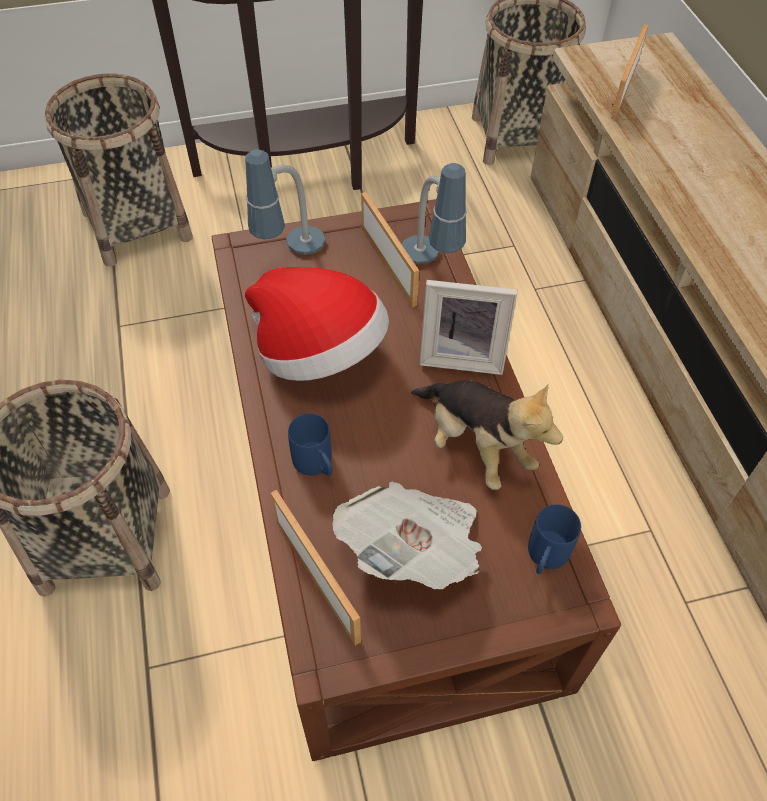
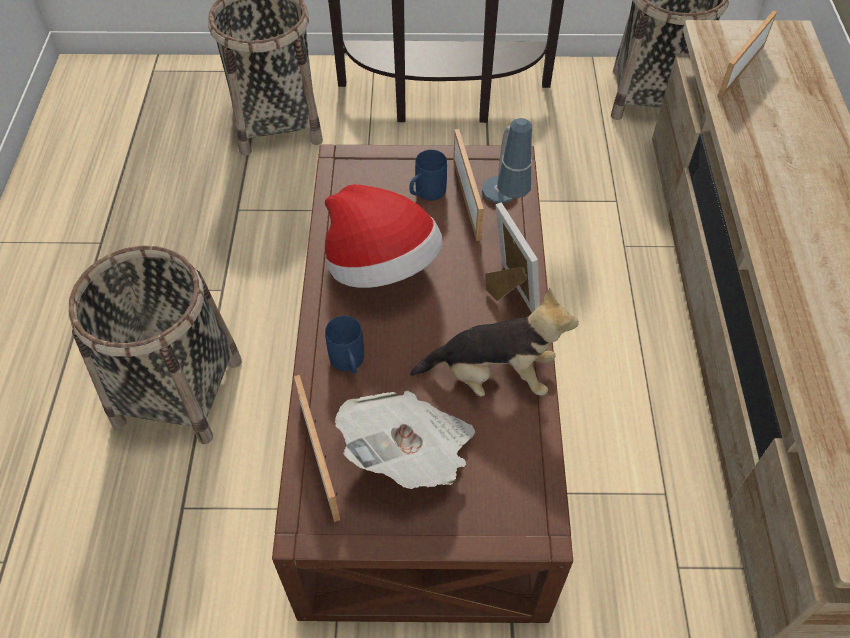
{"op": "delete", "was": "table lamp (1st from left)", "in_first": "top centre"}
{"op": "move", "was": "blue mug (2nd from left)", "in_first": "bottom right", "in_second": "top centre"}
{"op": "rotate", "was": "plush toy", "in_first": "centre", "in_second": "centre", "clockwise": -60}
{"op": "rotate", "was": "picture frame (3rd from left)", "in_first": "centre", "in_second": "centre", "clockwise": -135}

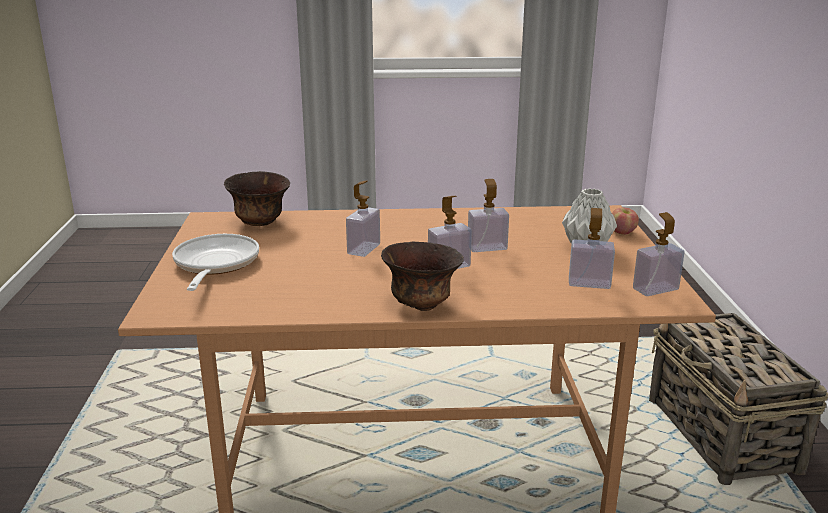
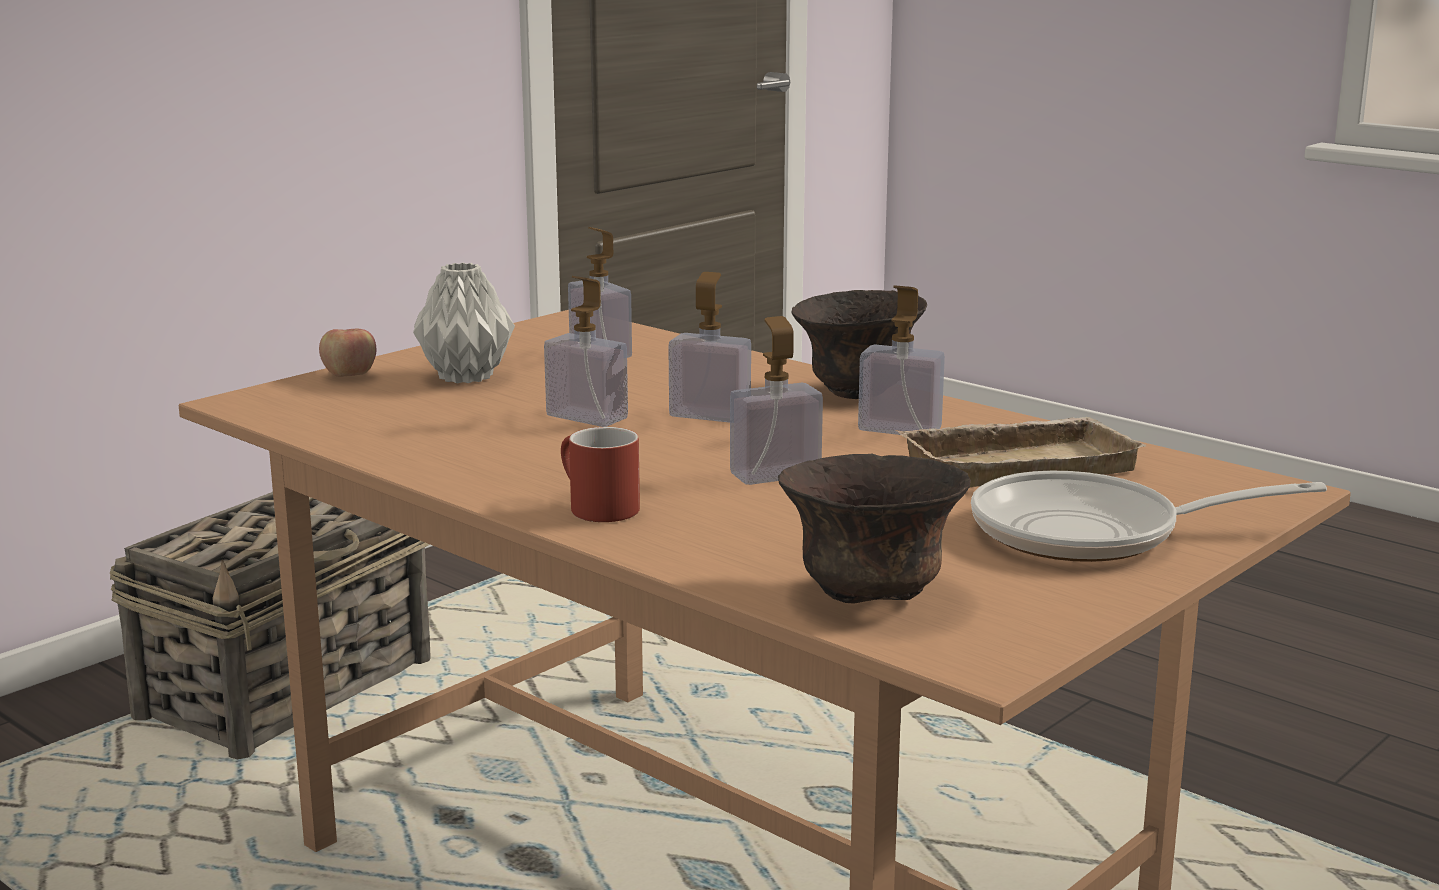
{"op": "insert", "now": "red mug", "in_second": "centre"}
{"op": "insert", "now": "beige tray", "in_second": "middle right"}
{"op": "move", "was": "soap dispenser (5th from left)", "in_first": "middle right", "in_second": "centre"}
{"op": "rotate", "was": "frying pan", "in_first": "middle left", "in_second": "middle right", "clockwise": 45}

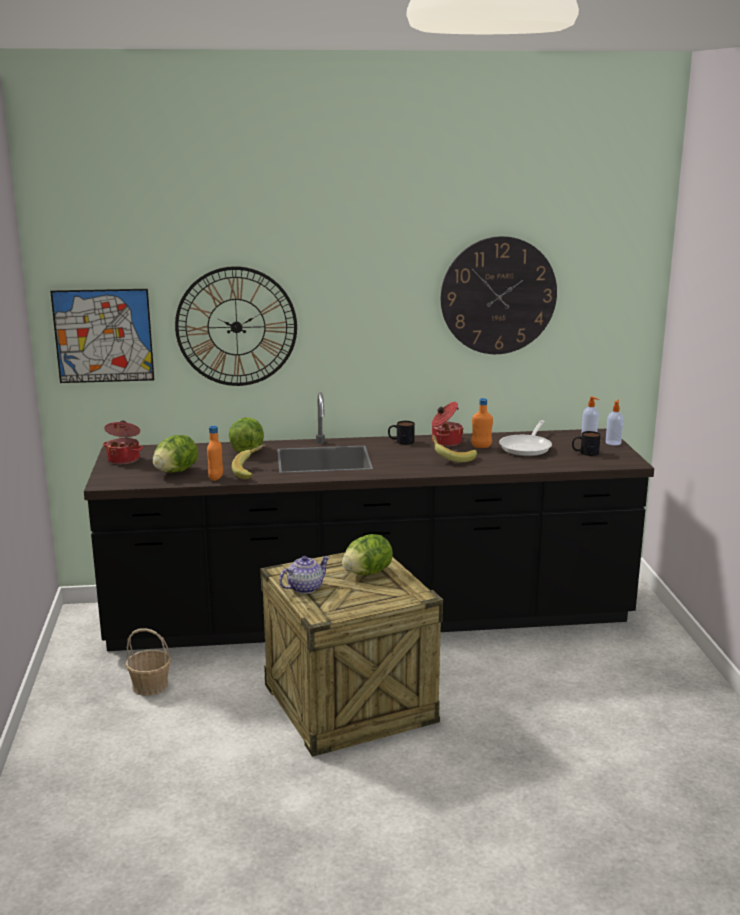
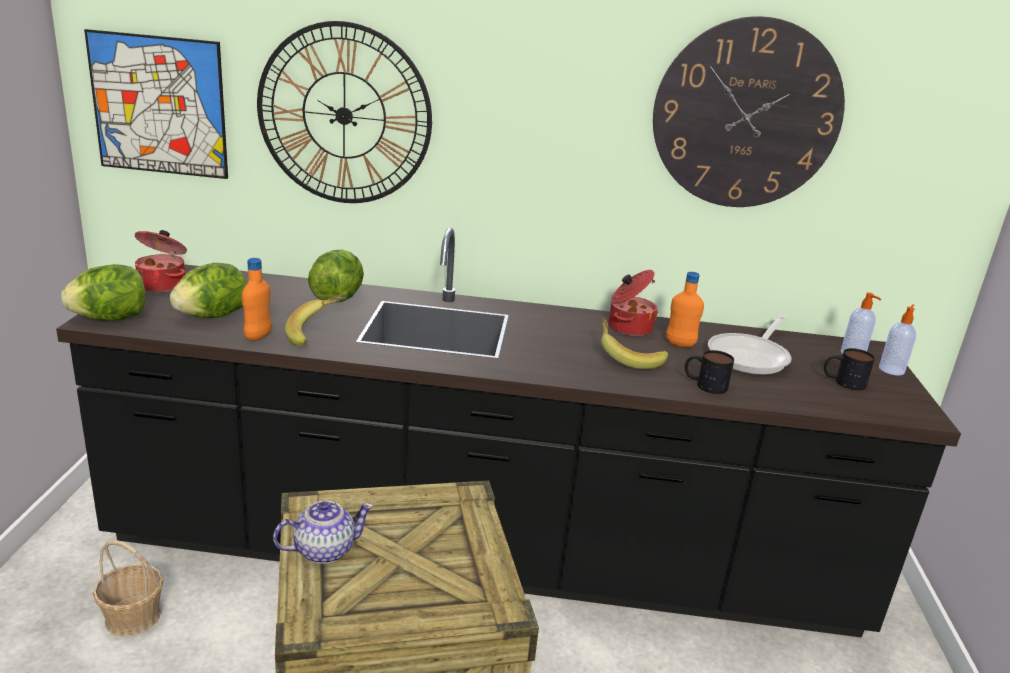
{"op": "move", "was": "lettuce (3rd from left in the first image)", "now": "lettuce (1st from left)", "in_first": "centre", "in_second": "middle left"}
{"op": "move", "was": "mug (1st from left)", "in_first": "centre", "in_second": "middle right"}

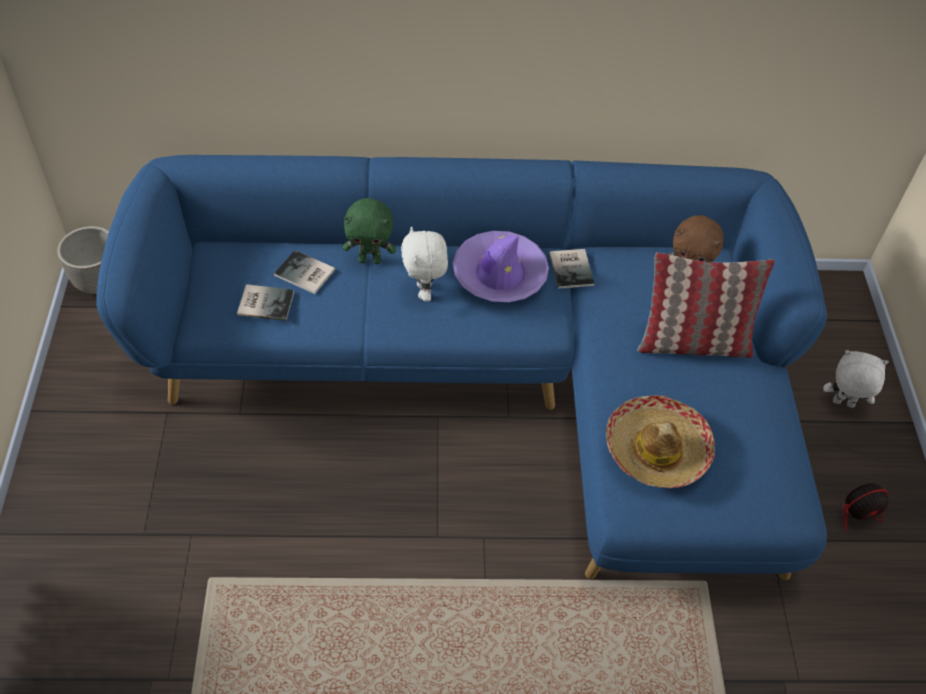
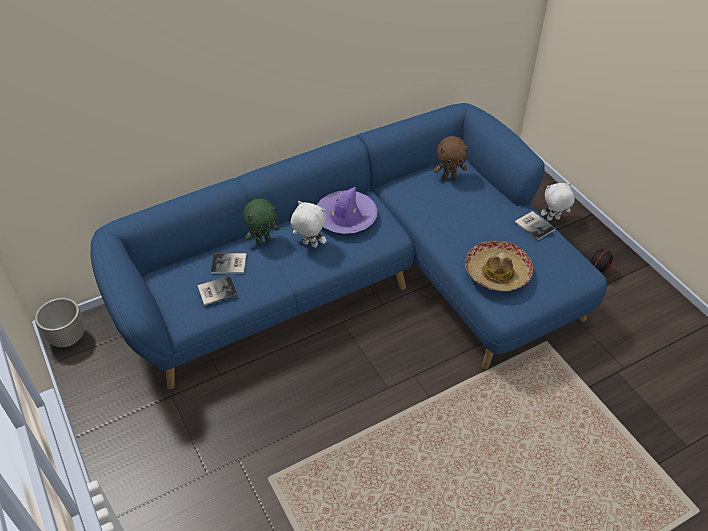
{"op": "delete", "was": "pillow", "in_first": "middle right"}
{"op": "move", "was": "book (3rd from left)", "in_first": "centre", "in_second": "middle right"}
{"op": "rotate", "was": "white plush toy (1st from left)", "in_first": "centre", "in_second": "centre", "clockwise": 150}

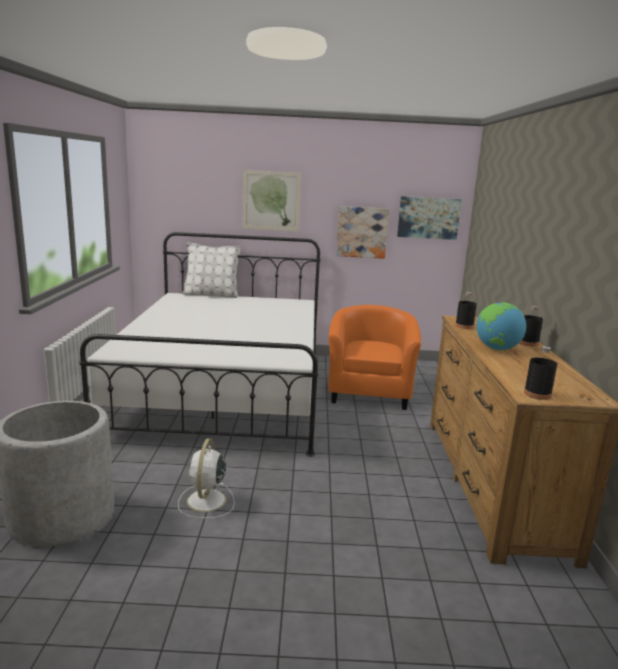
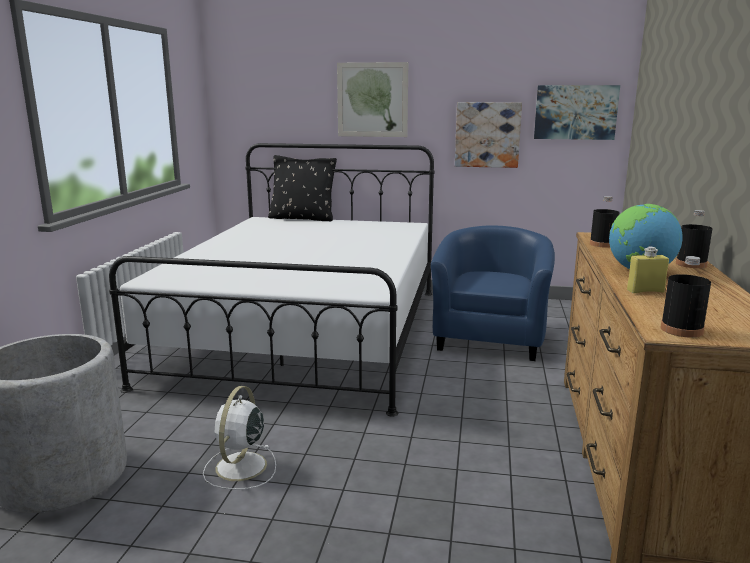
{"op": "insert", "now": "yellow bottle", "in_second": "middle right"}
{"op": "recolor", "was": "white pillow", "now": "black pillow", "in_first": "centre", "in_second": "centre"}
{"op": "recolor", "was": "orange armchair", "now": "blue armchair", "in_first": "centre", "in_second": "centre"}

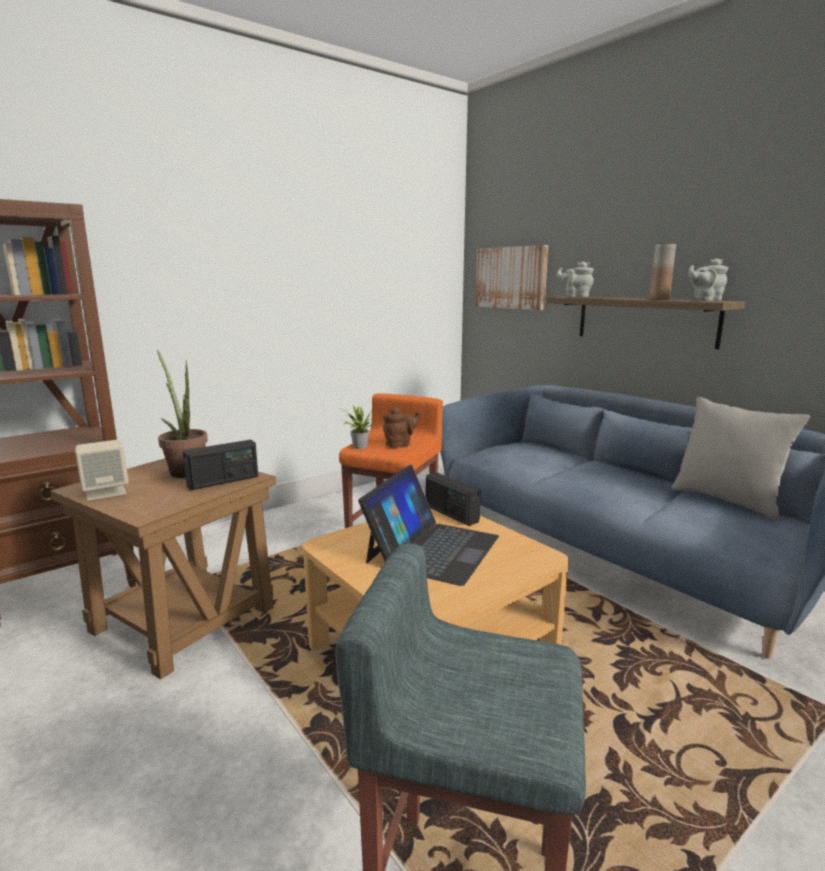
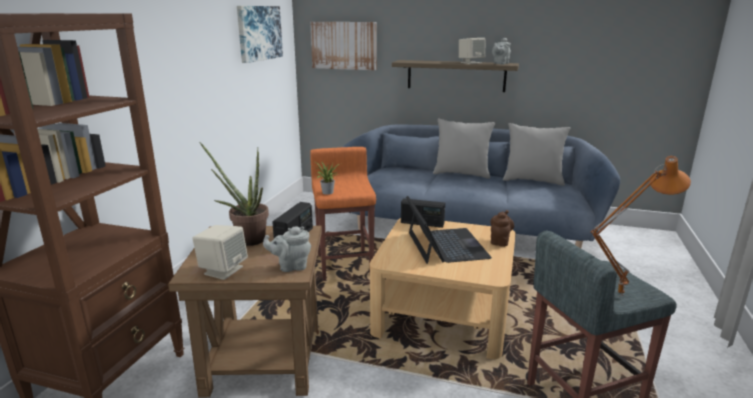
{"op": "insert", "now": "picture (1st from left)", "in_second": "top centre"}
{"op": "insert", "now": "grey pillow (1st from left)", "in_second": "centre"}
{"op": "insert", "now": "orange table lamp", "in_second": "middle right"}
{"op": "move", "was": "brown teapot", "in_first": "centre", "in_second": "middle right"}
{"op": "move", "was": "grey teapot (1st from left)", "in_first": "top right", "in_second": "centre"}
{"op": "replace", "was": "brown vase", "now": "beige speaker (2nd from left)", "in_first": "top right", "in_second": "top centre"}

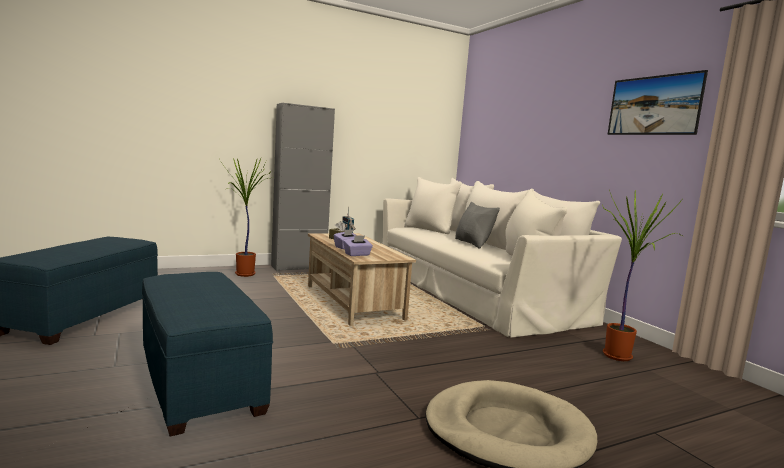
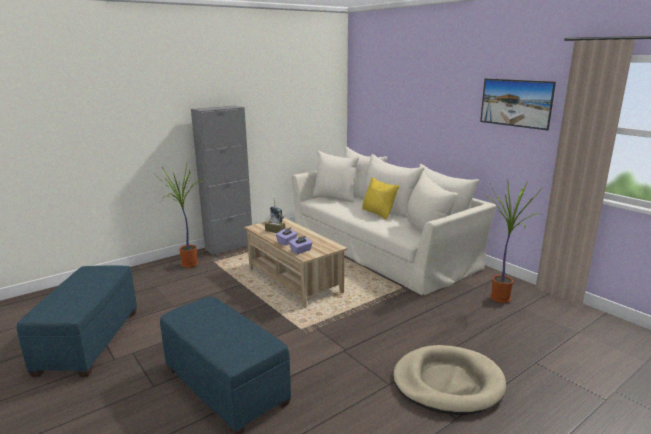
{"op": "recolor", "was": "grey pillow", "now": "yellow pillow", "in_first": "centre", "in_second": "centre"}

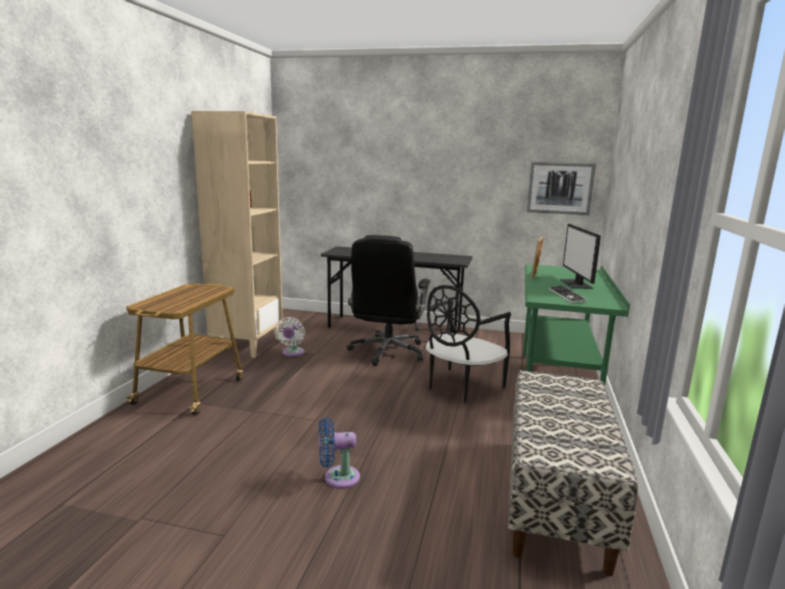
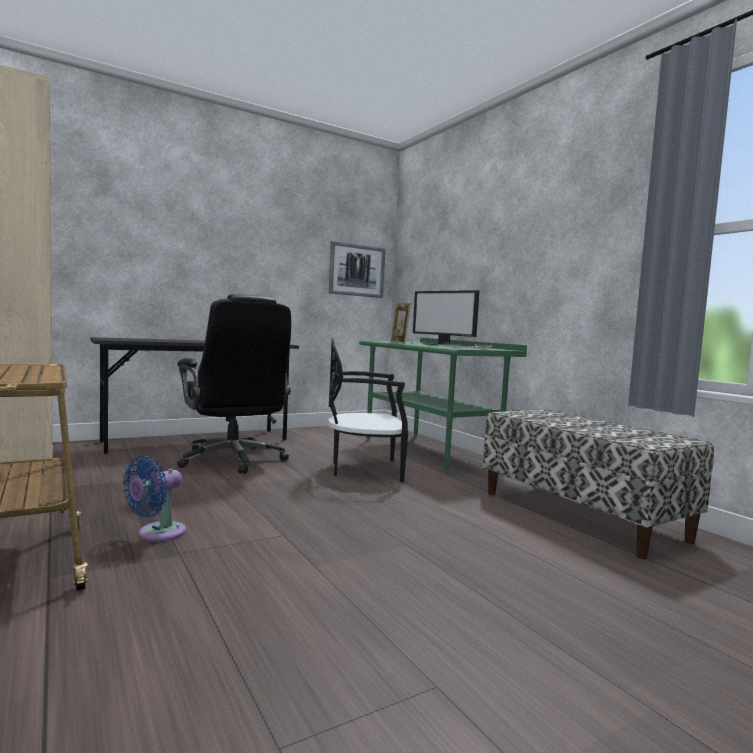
{"op": "delete", "was": "white fan", "in_first": "centre"}
{"op": "move", "was": "blue fan", "in_first": "bottom centre", "in_second": "middle left"}
{"op": "rotate", "was": "black chair", "in_first": "centre", "in_second": "centre", "clockwise": 90}

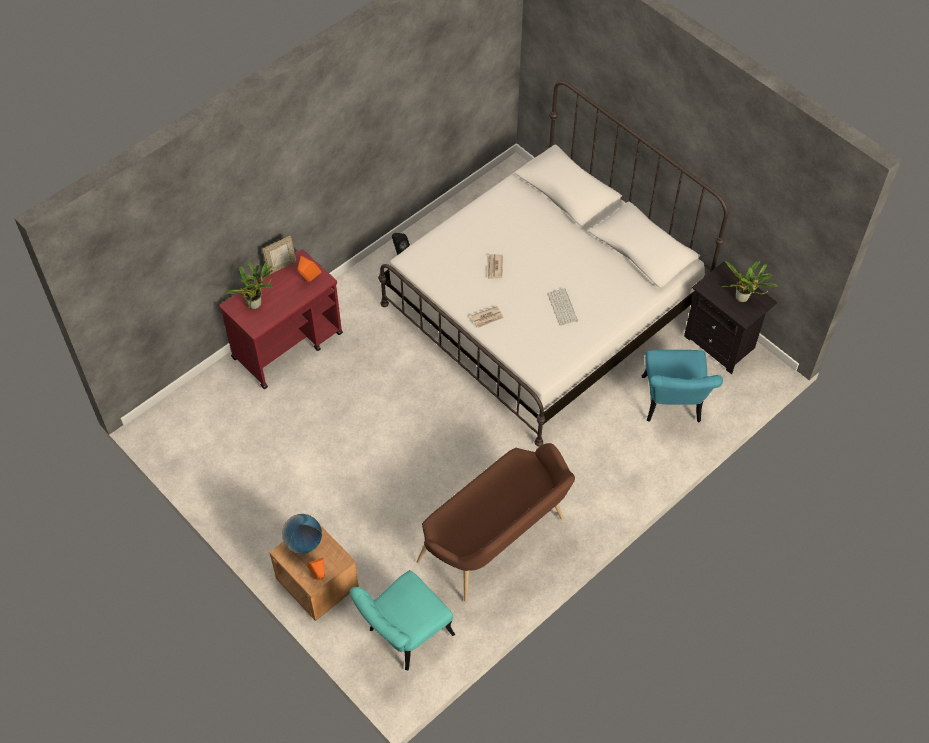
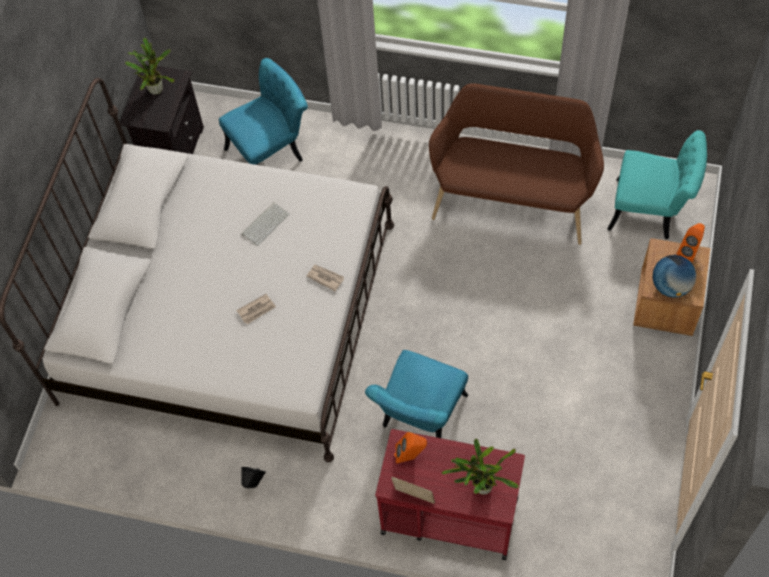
{"op": "insert", "now": "turquoise chair (2nd from left)", "in_second": "bottom centre"}

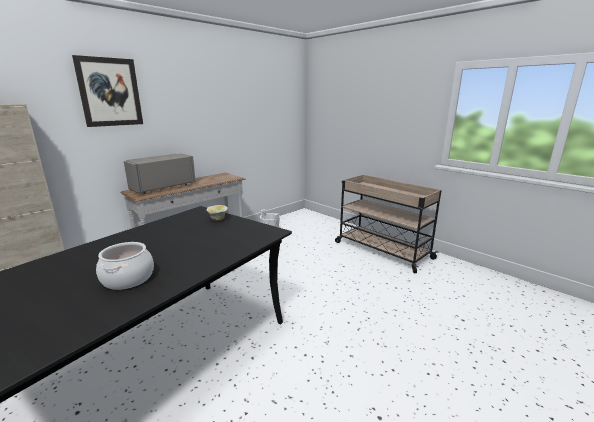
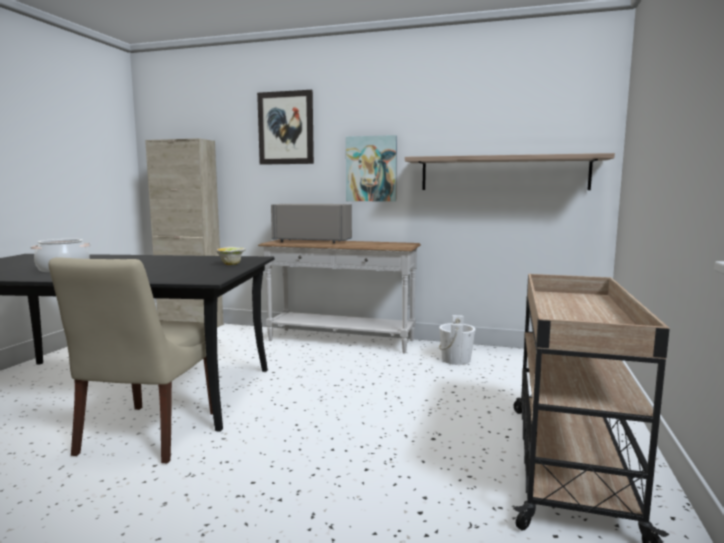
{"op": "insert", "now": "beige chair", "in_second": "middle left"}
{"op": "insert", "now": "picture (2nd from left)", "in_second": "top centre"}
{"op": "insert", "now": "shelf", "in_second": "top right"}

